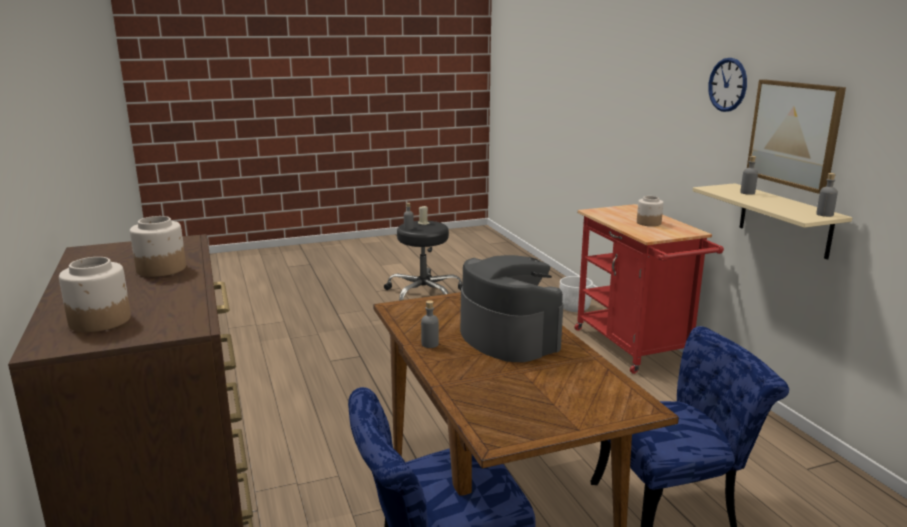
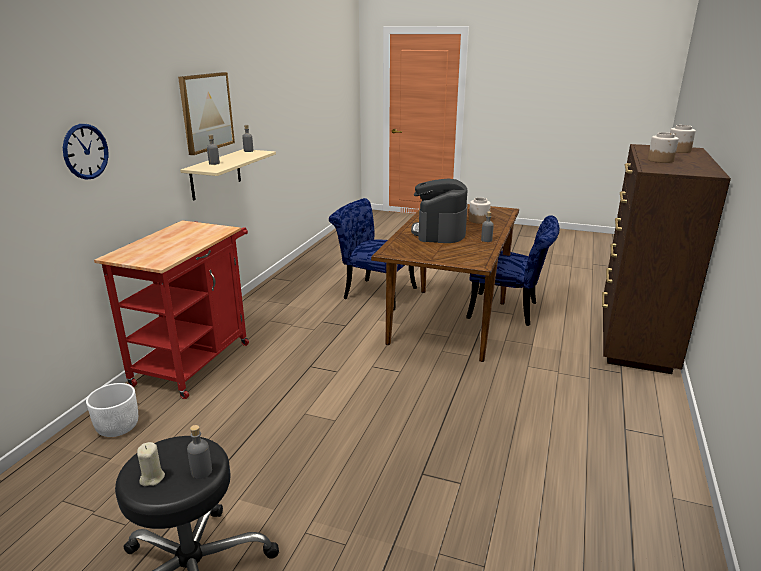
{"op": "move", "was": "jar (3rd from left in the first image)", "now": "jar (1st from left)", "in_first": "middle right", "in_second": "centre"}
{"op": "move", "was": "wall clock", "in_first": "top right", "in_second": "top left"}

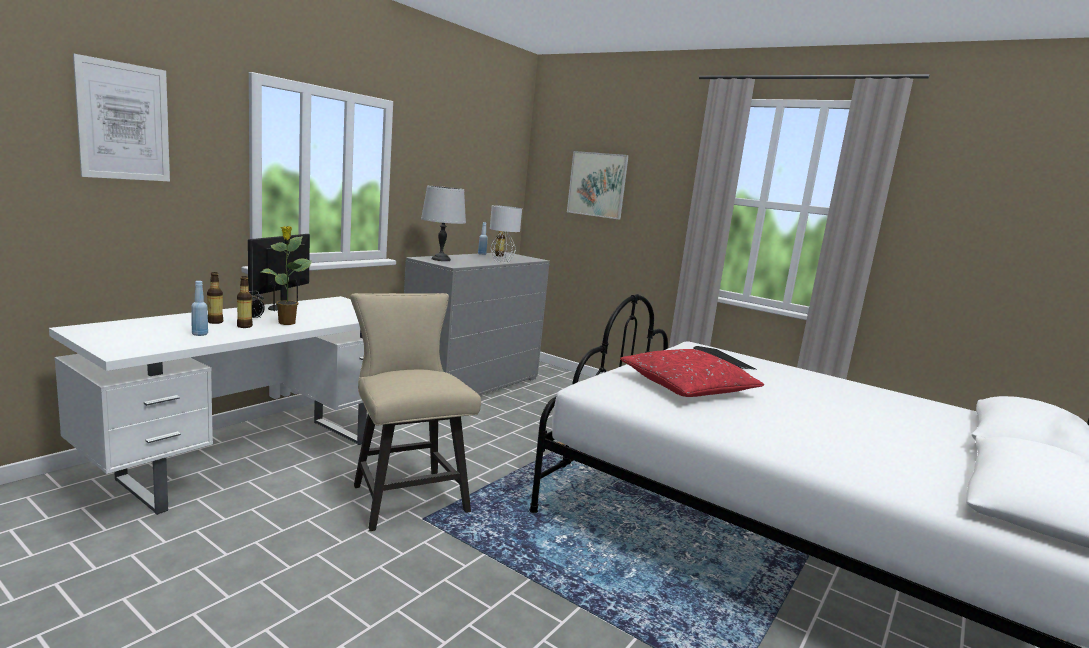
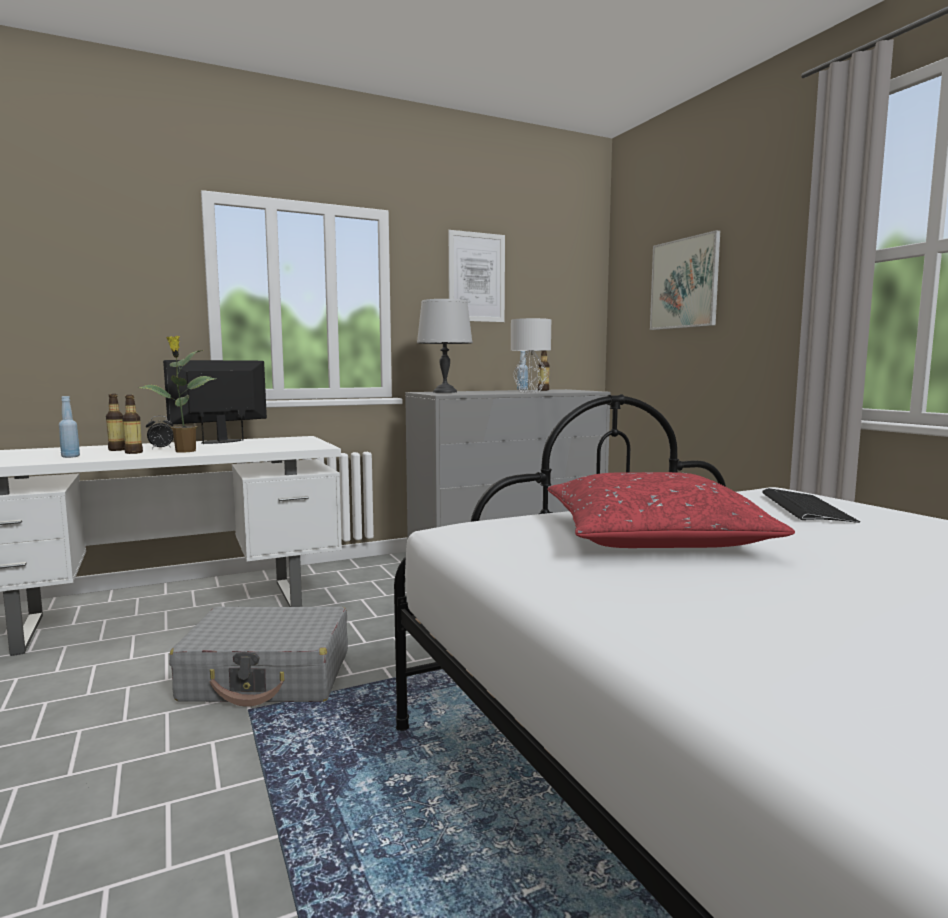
{"op": "move", "was": "picture (1st from left)", "in_first": "top left", "in_second": "top centre"}
{"op": "replace", "was": "beige chair", "now": "grey suitcase", "in_first": "centre", "in_second": "bottom left"}

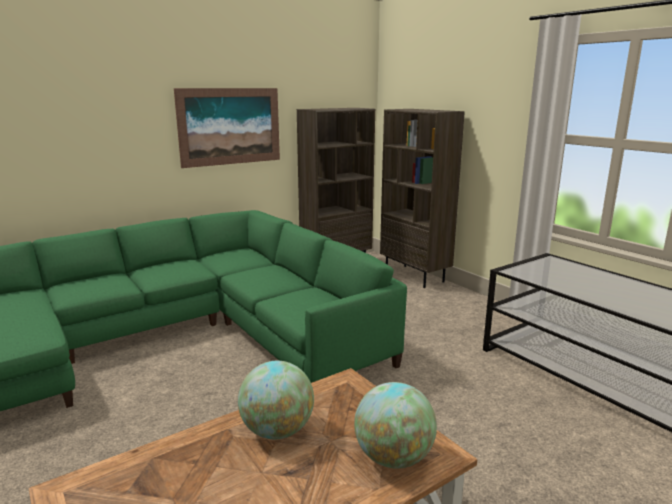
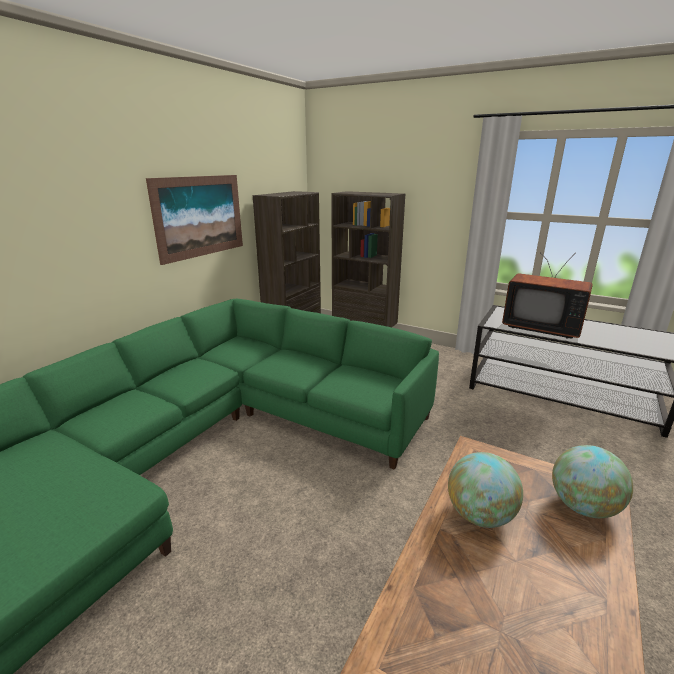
{"op": "insert", "now": "television", "in_second": "middle right"}

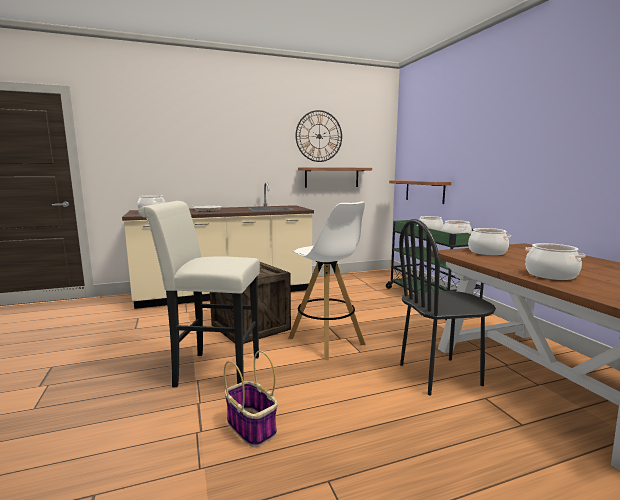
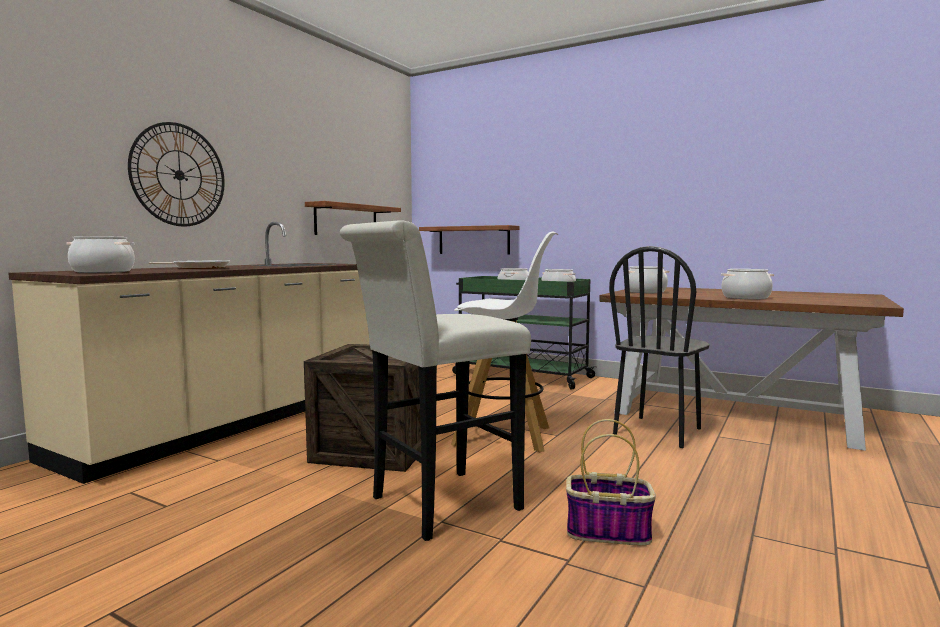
{"op": "move", "was": "wall clock", "in_first": "top centre", "in_second": "top left"}

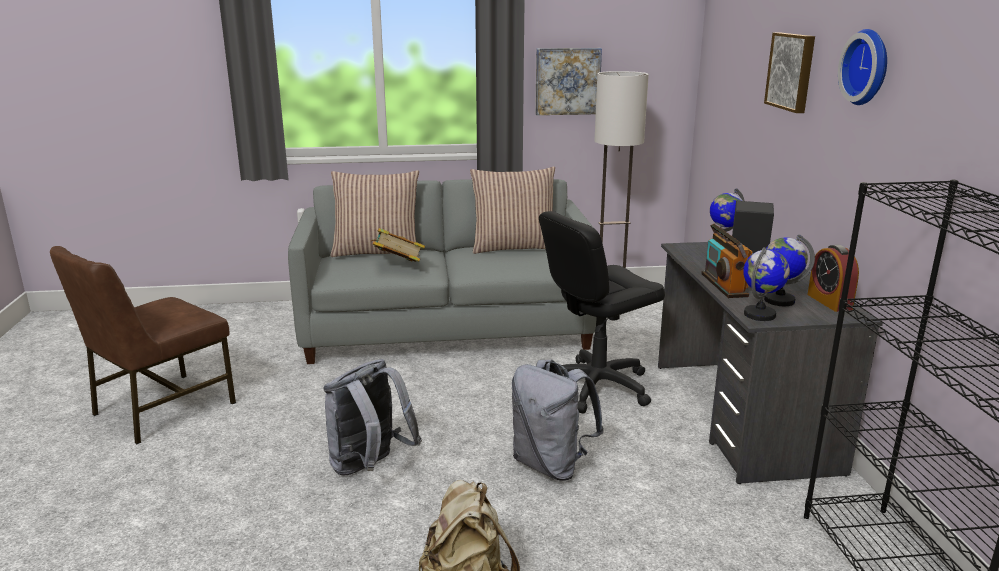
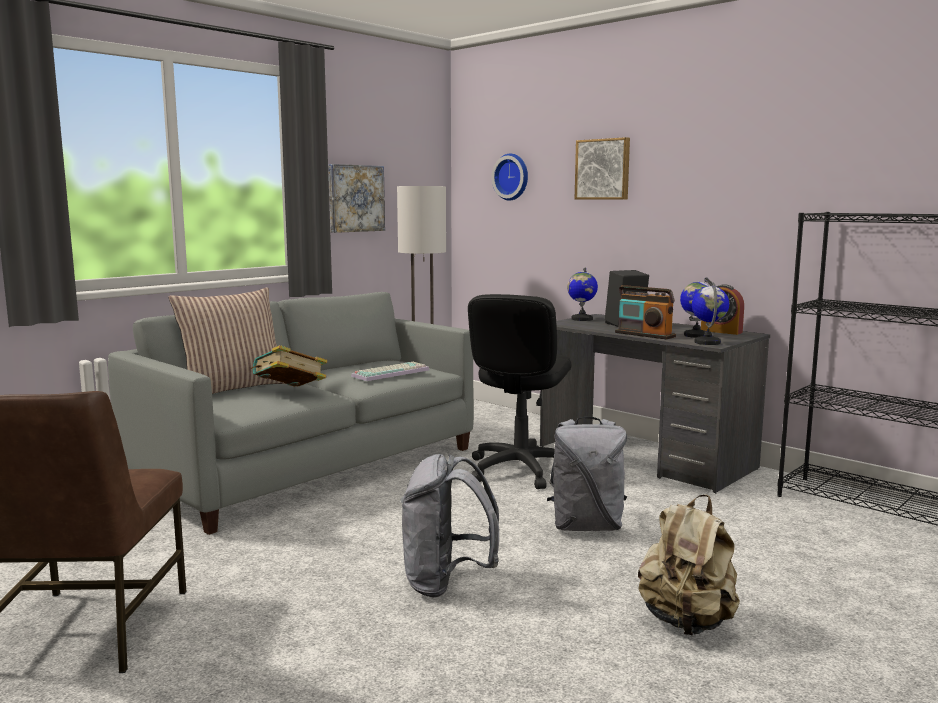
{"op": "delete", "was": "pillow (2nd from left)", "in_first": "centre"}
{"op": "insert", "now": "keyboard", "in_second": "centre"}
{"op": "move", "was": "wall clock", "in_first": "top right", "in_second": "top centre"}

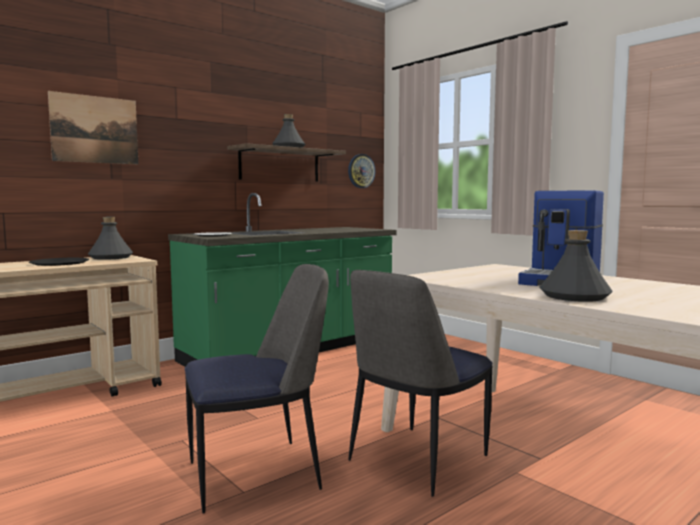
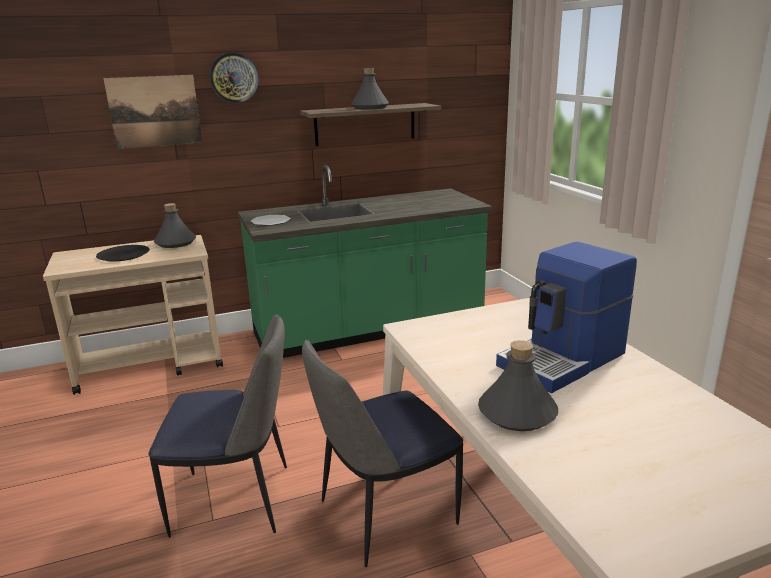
{"op": "move", "was": "wall clock", "in_first": "top centre", "in_second": "top left"}

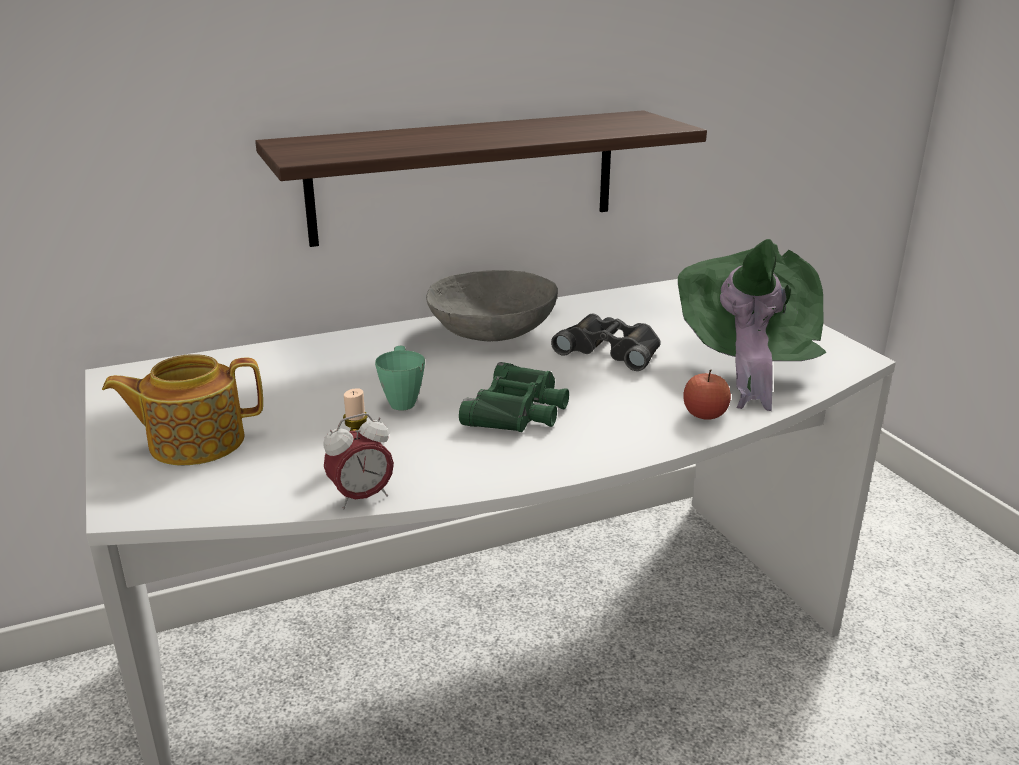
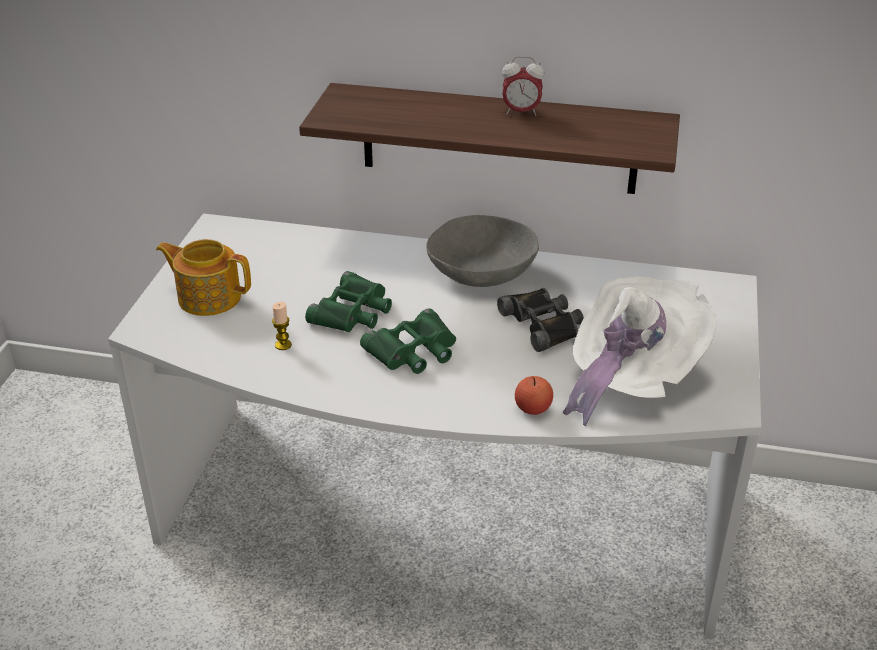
{"op": "move", "was": "alarm clock", "in_first": "centre", "in_second": "top centre"}
{"op": "replace", "was": "green mug", "now": "green binoculars (1st from left)", "in_first": "centre", "in_second": "centre"}
{"op": "recolor", "was": "green hat", "now": "white hat", "in_first": "middle right", "in_second": "middle right"}

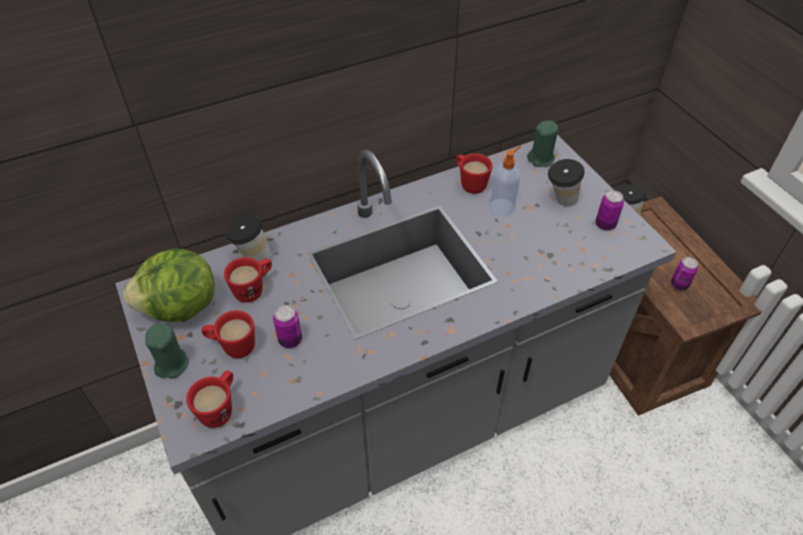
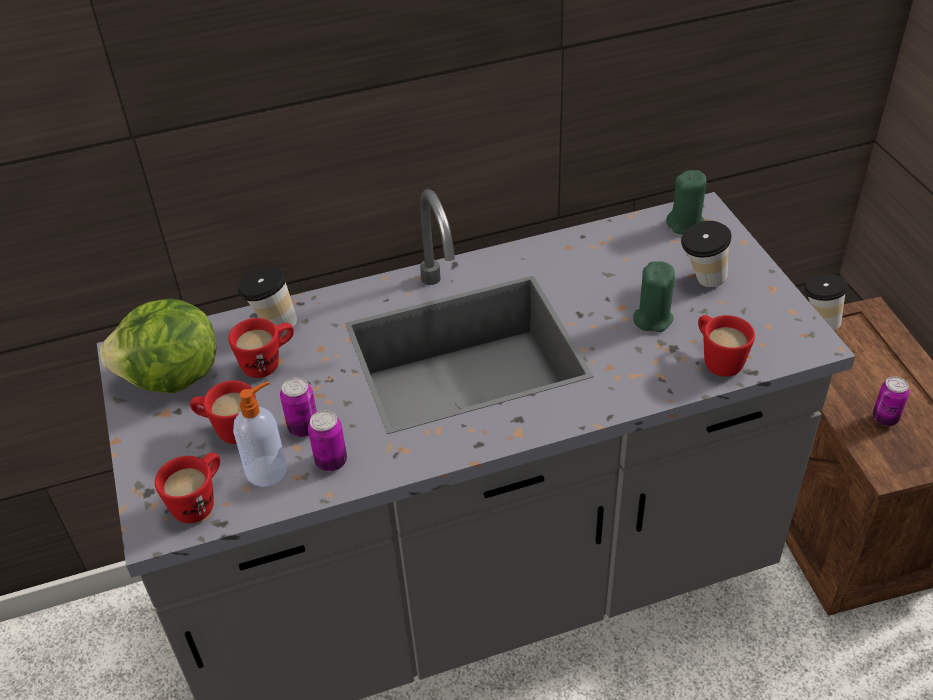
{"op": "move", "was": "green candle (1st from left)", "in_first": "middle left", "in_second": "middle right"}
{"op": "move", "was": "red mug (4th from left)", "in_first": "top centre", "in_second": "middle right"}
{"op": "move", "was": "soap dispenser", "in_first": "centre", "in_second": "middle left"}
{"op": "move", "was": "can (2nd from left)", "in_first": "middle right", "in_second": "centre"}

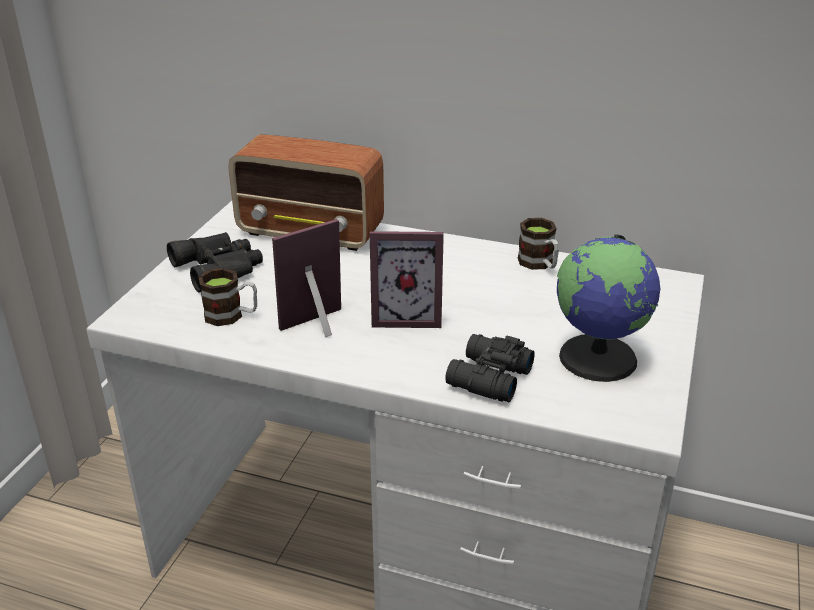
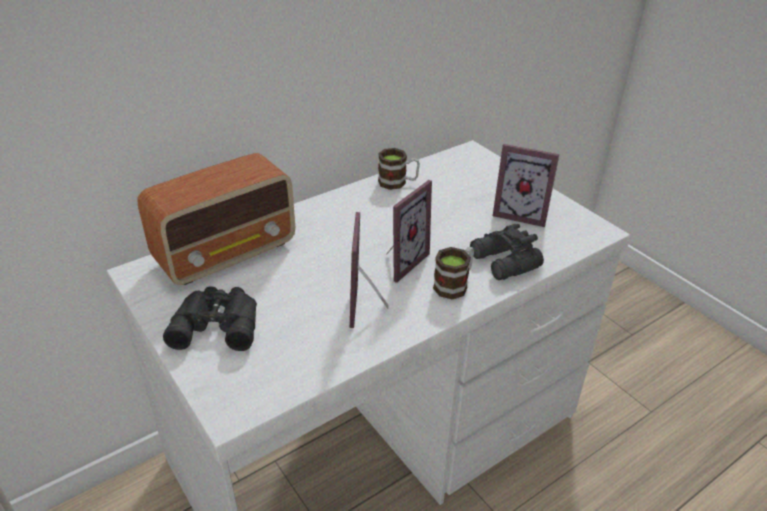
{"op": "move", "was": "mug (1st from left in the first image)", "now": "mug (2nd from left)", "in_first": "middle left", "in_second": "centre"}
{"op": "replace", "was": "globe", "now": "picture frame (3rd from left)", "in_first": "middle right", "in_second": "middle right"}

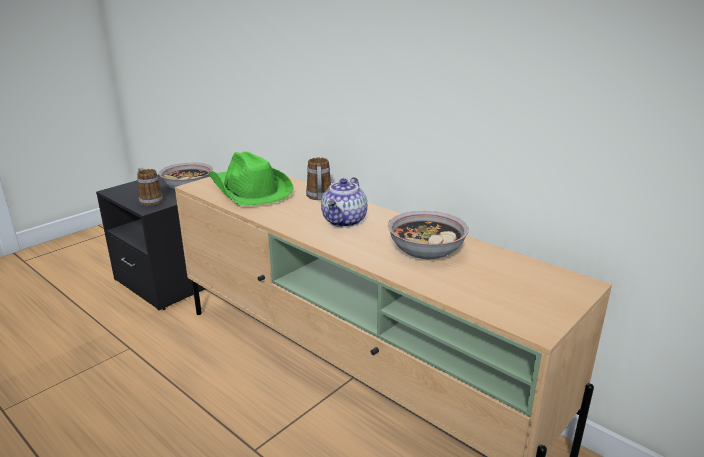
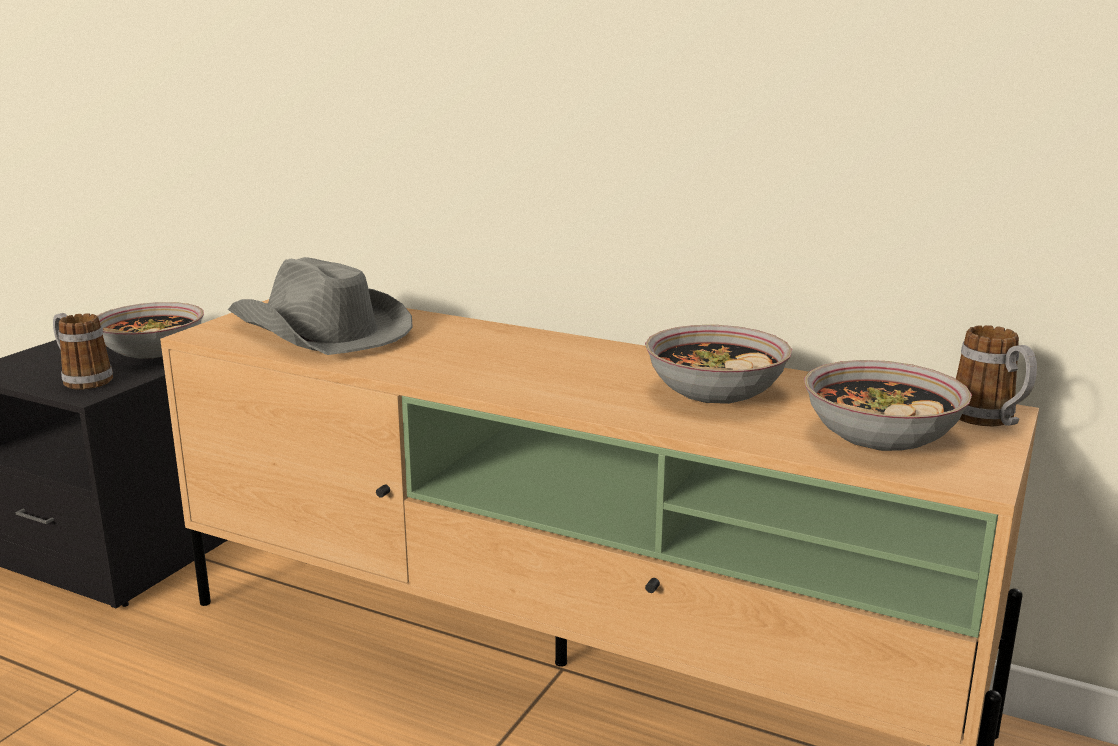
{"op": "delete", "was": "teapot", "in_first": "centre"}
{"op": "insert", "now": "bowl (3rd from left)", "in_second": "middle right"}
{"op": "move", "was": "mug (2nd from left)", "in_first": "centre", "in_second": "middle right"}
{"op": "recolor", "was": "green hat", "now": "grey hat", "in_first": "centre", "in_second": "middle left"}

